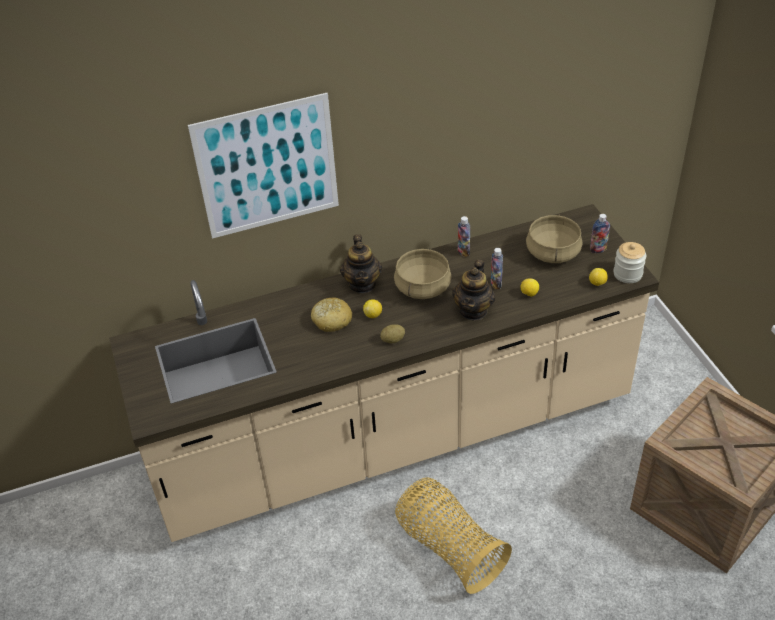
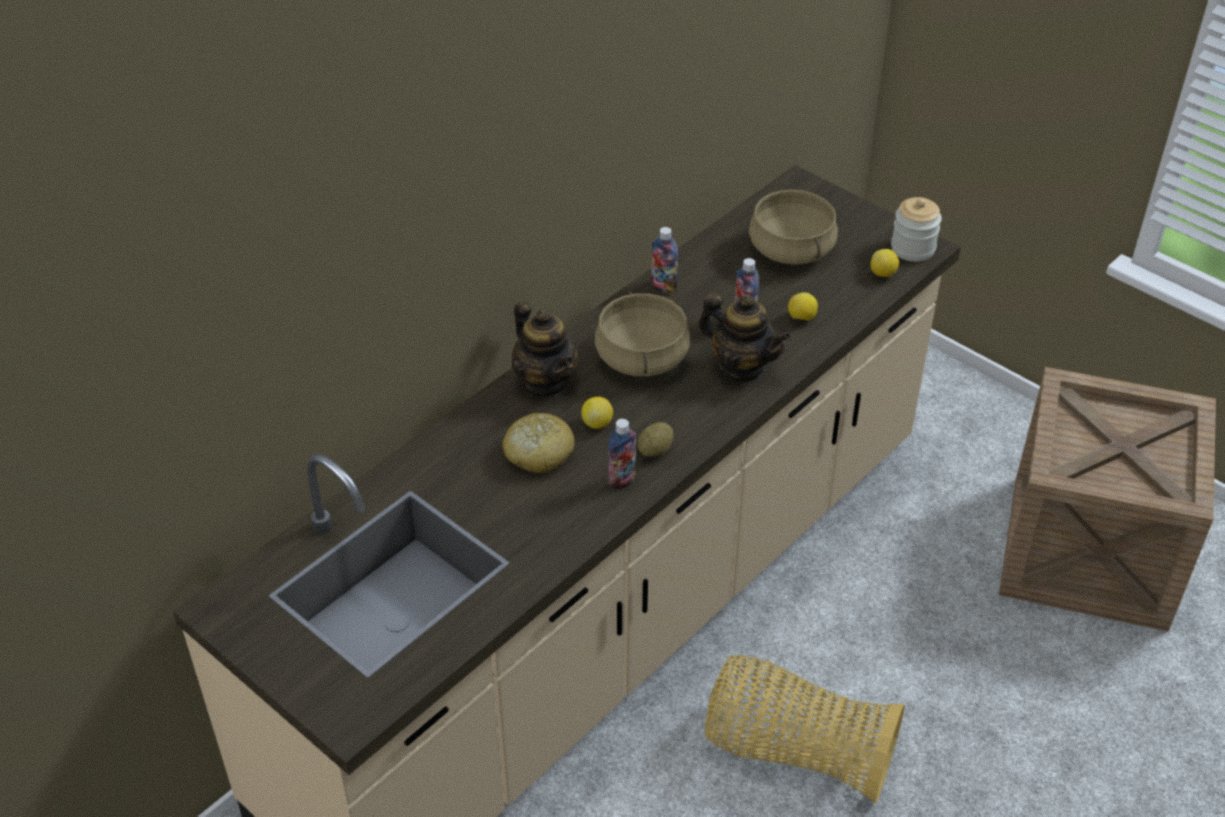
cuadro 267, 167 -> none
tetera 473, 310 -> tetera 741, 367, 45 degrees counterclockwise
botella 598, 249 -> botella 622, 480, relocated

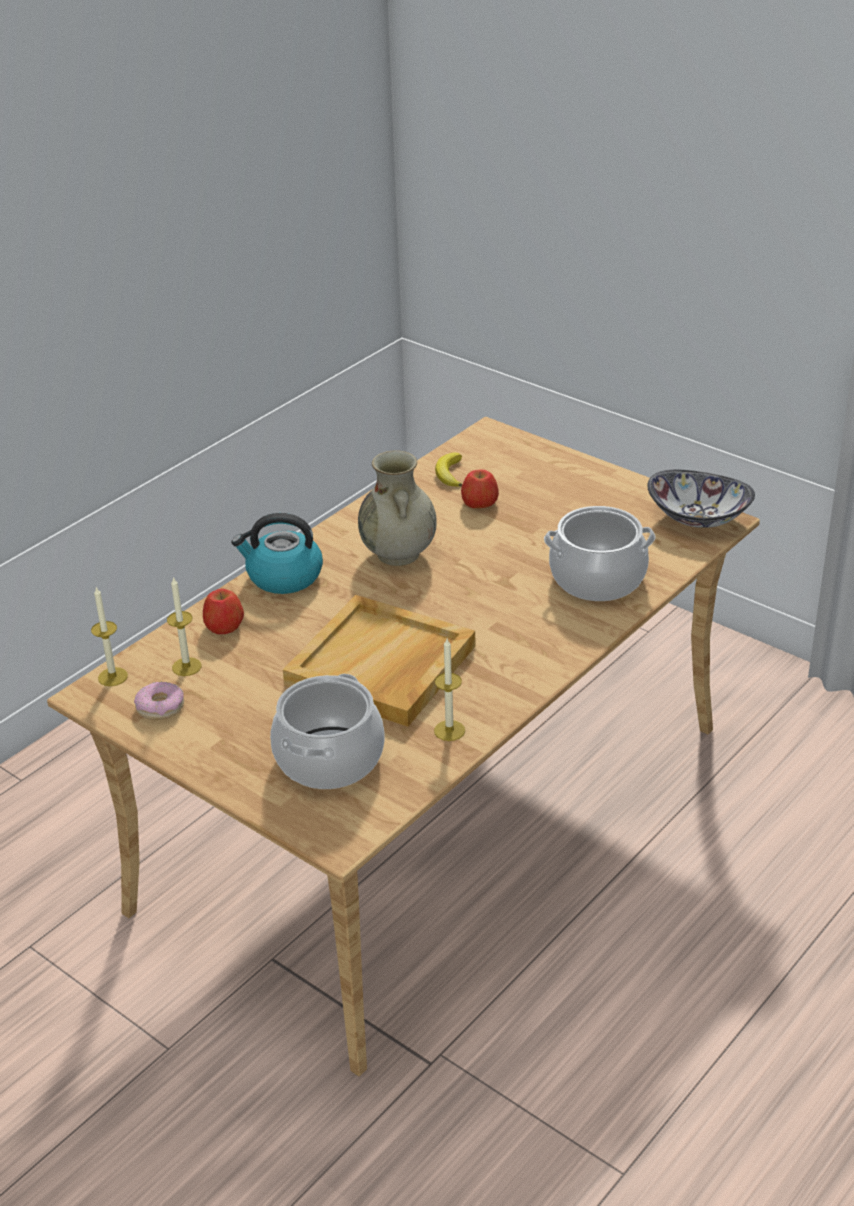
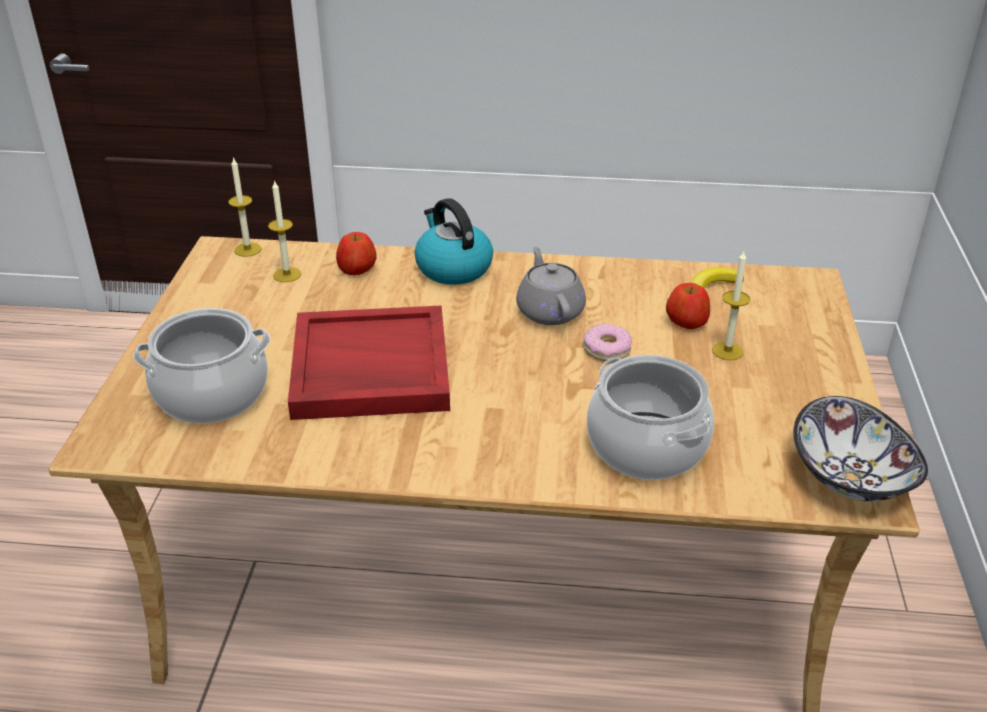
rosquilla 160, 707 -> rosquilla 606, 349, relocated
bandeja [beis] 381, 666 -> bandeja [rojo] 369, 369
florero [beis] 399, 554 -> tetera [gris] 549, 311
vela 449, 730 -> vela 727, 351, relocated

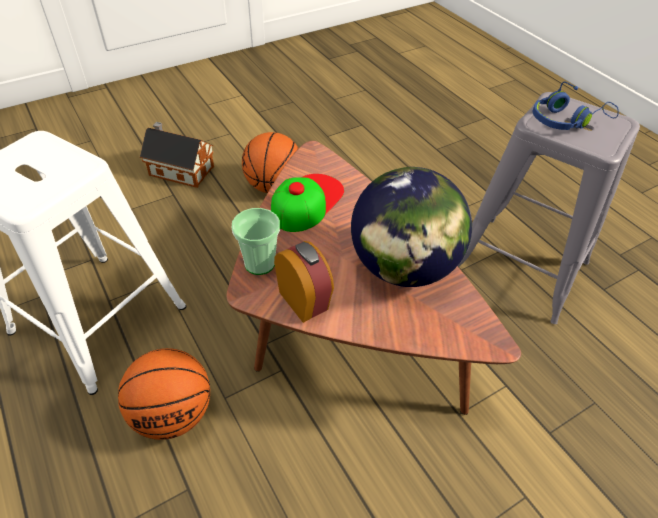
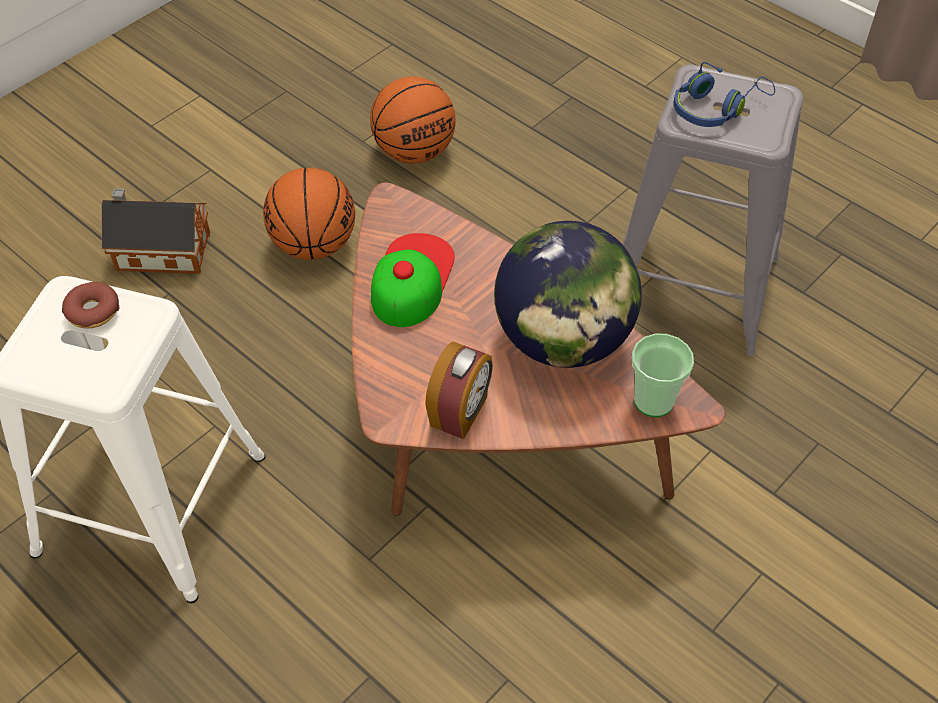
balón de baloncesto 173, 413 -> balón de baloncesto 414, 151, relocated
taza 259, 263 -> taza 653, 401, relocated
despertador 304, 300 -> despertador 460, 412, 75 degrees clockwise
none -> rosquilla 93, 311

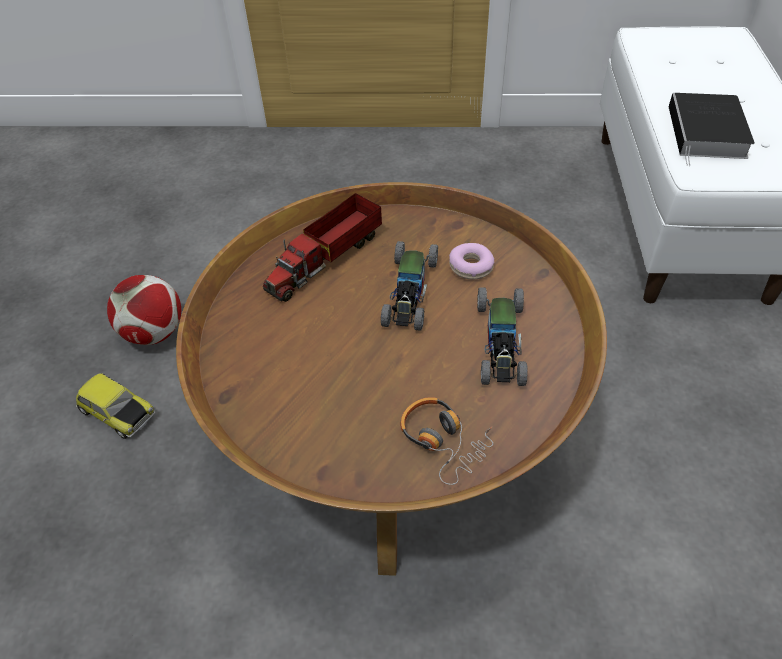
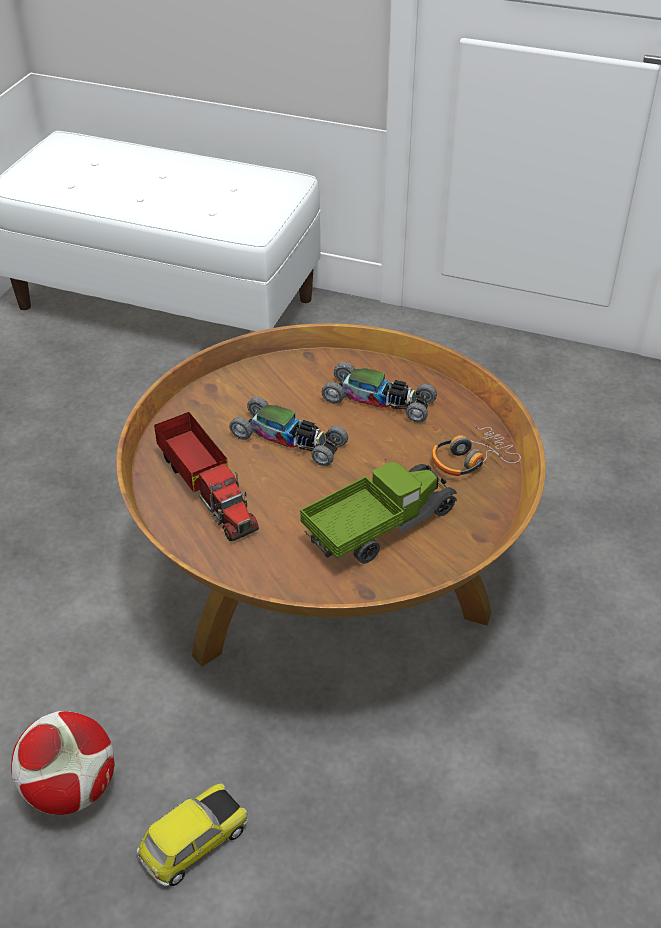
rosquilla 471, 266 -> none
libro 708, 133 -> none
none -> camión de juguete 379, 527

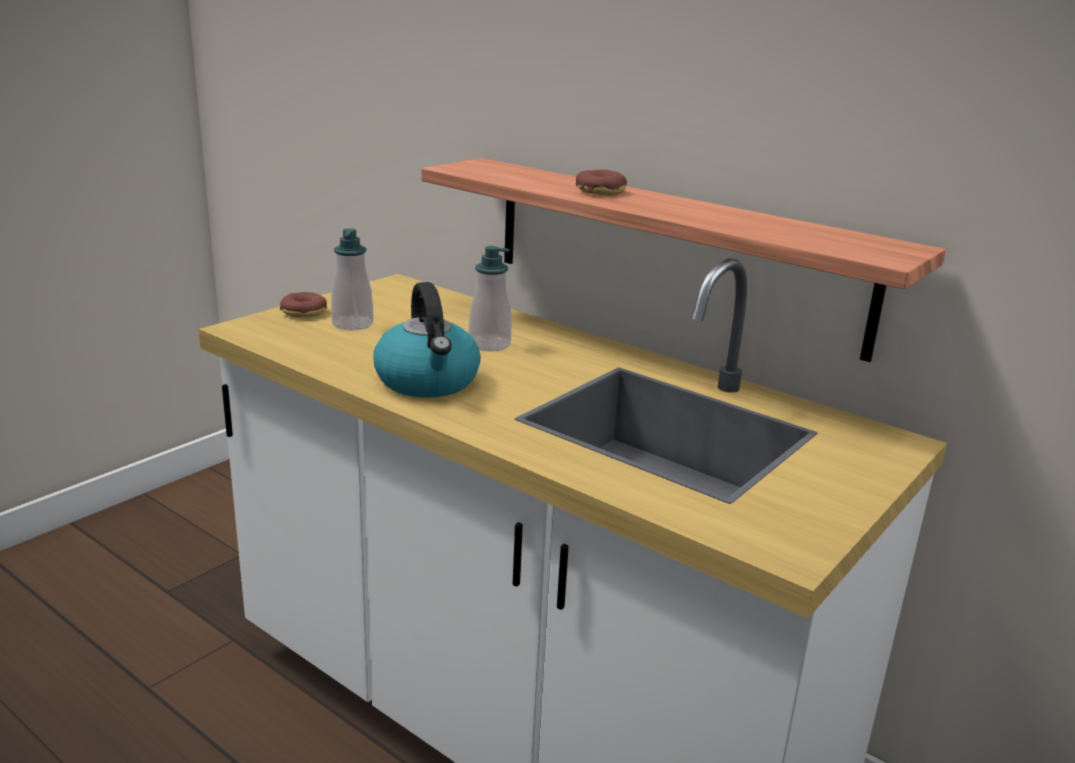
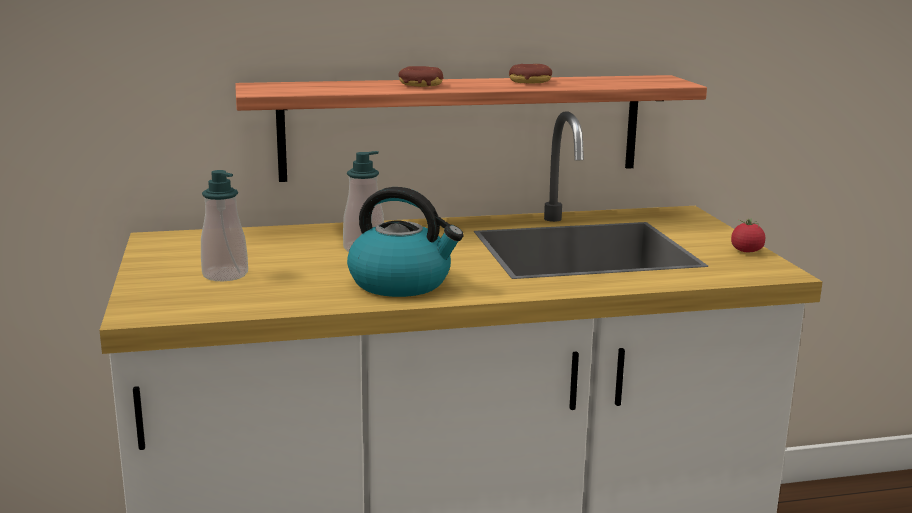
rosquilla 303, 312 -> rosquilla 530, 81, relocated
none -> tomate 746, 251

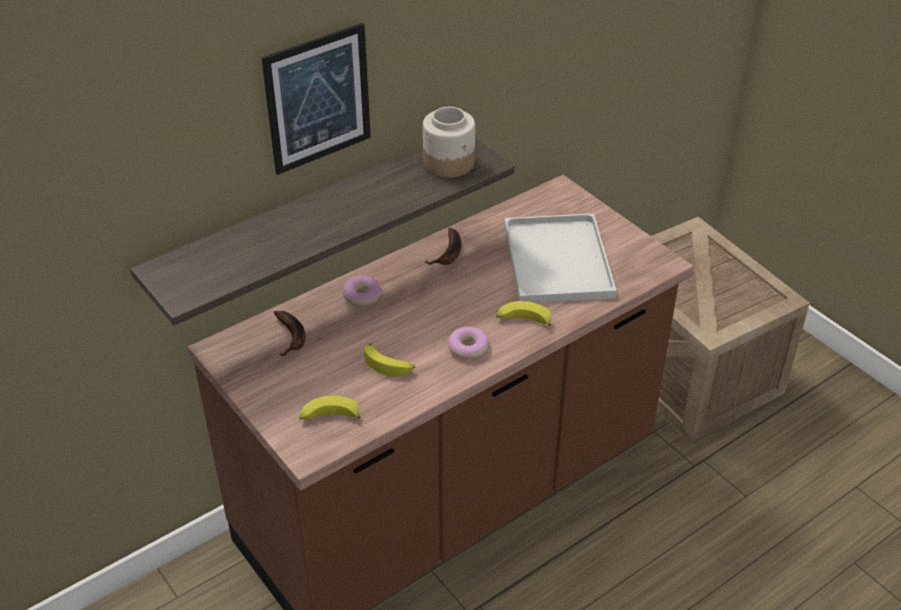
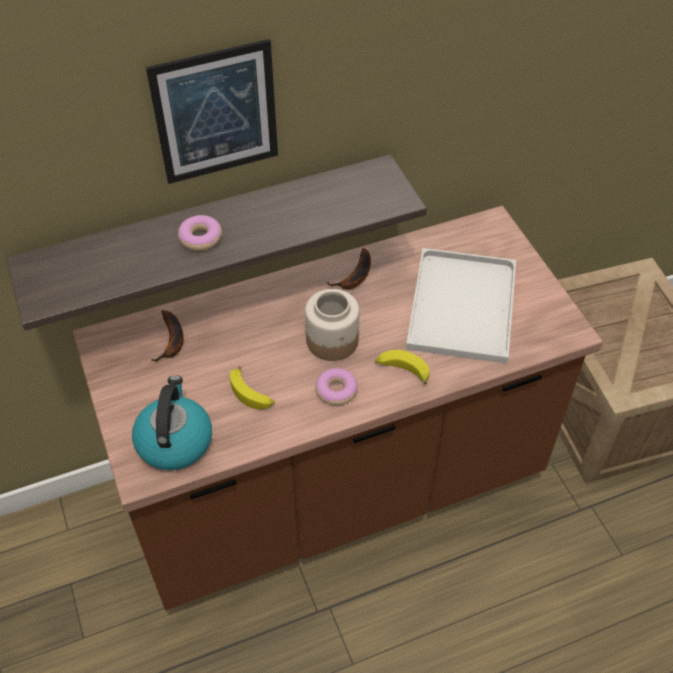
plátano 329, 417 -> hervidor 174, 440
rosquilla 362, 295 -> rosquilla 200, 238, relocated
tarro 449, 163 -> tarro 333, 340, relocated

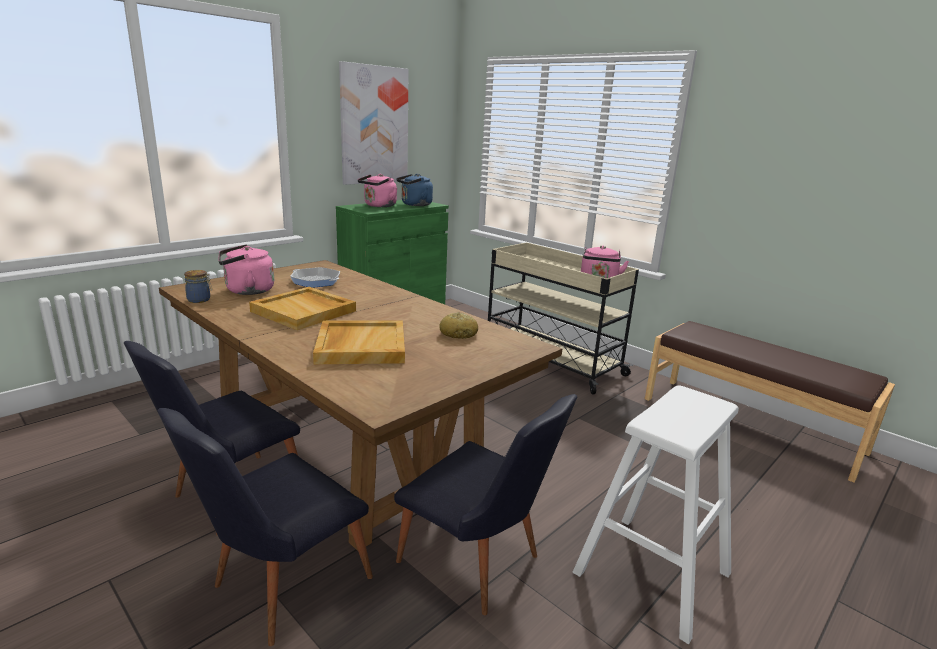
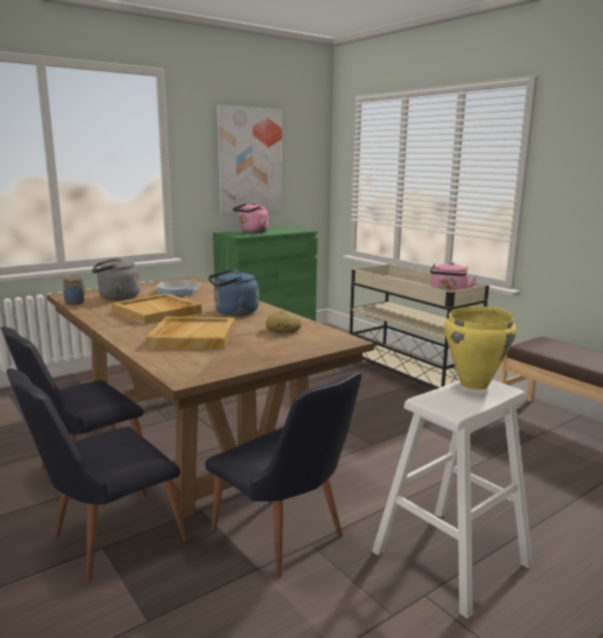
hervidor [rosa] 247, 291 -> hervidor [gris] 116, 297
hervidor [azul] 415, 205 -> hervidor [azul] 233, 313, relocated
none -> olla [amarillo] 474, 384

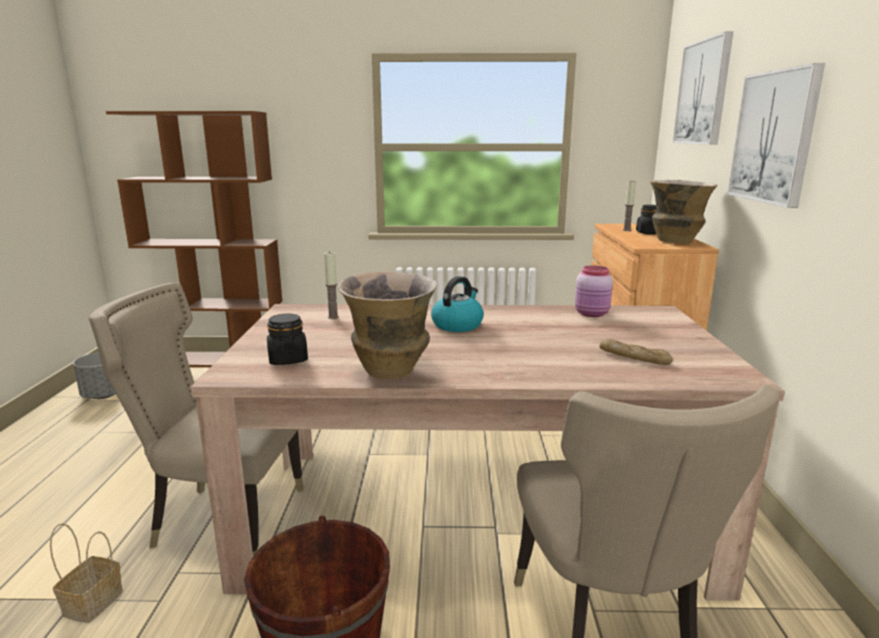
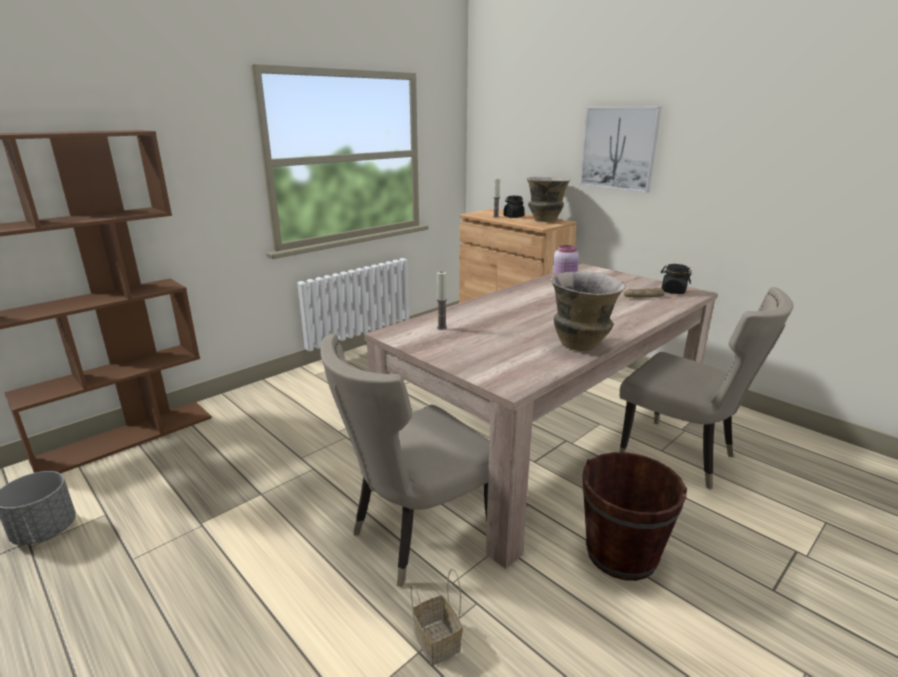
tarro [negro] 288, 359 -> tarro [negro] 673, 291, relocated
hervidor 457, 325 -> none
cuadro 703, 92 -> none

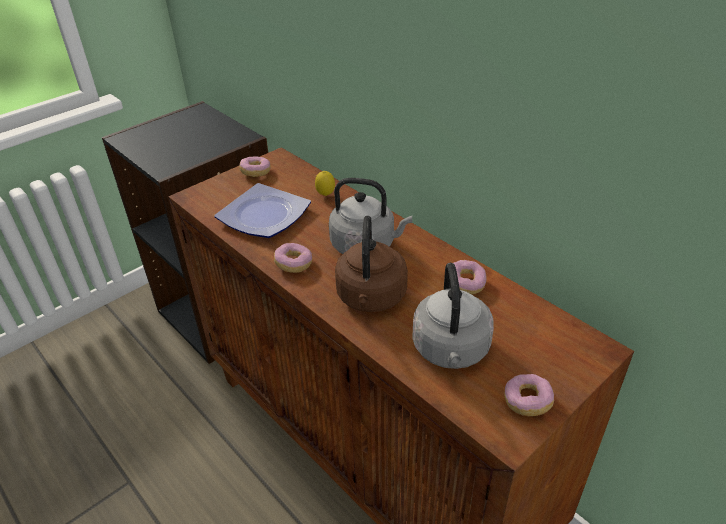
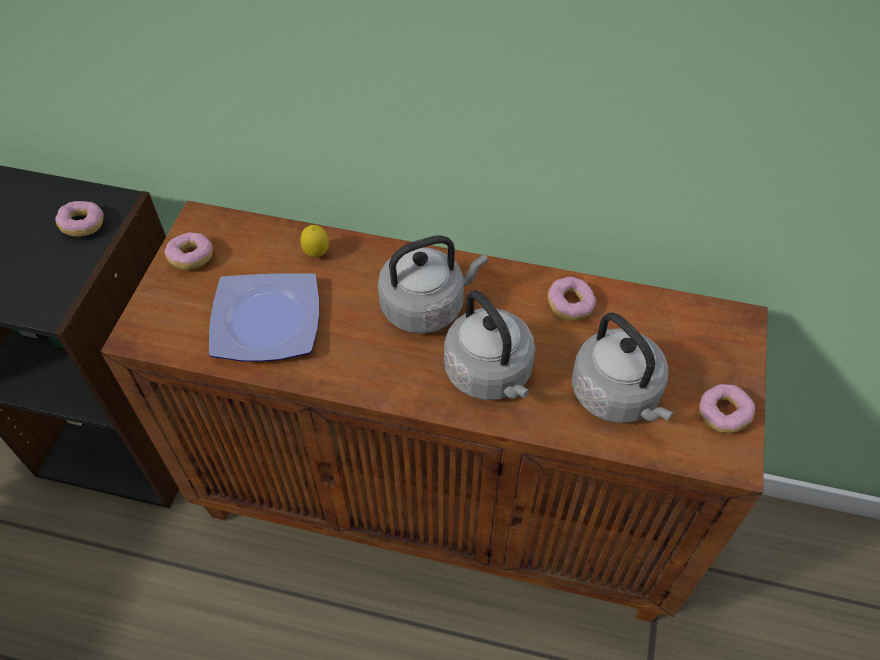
rosquilla 294, 264 -> rosquilla 83, 225, relocated
hervidor [marrón] 371, 298 -> hervidor [gris] 490, 374

